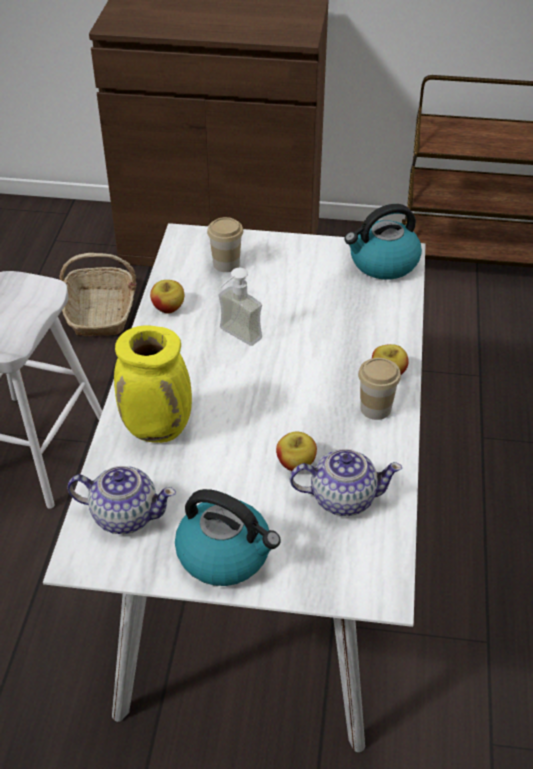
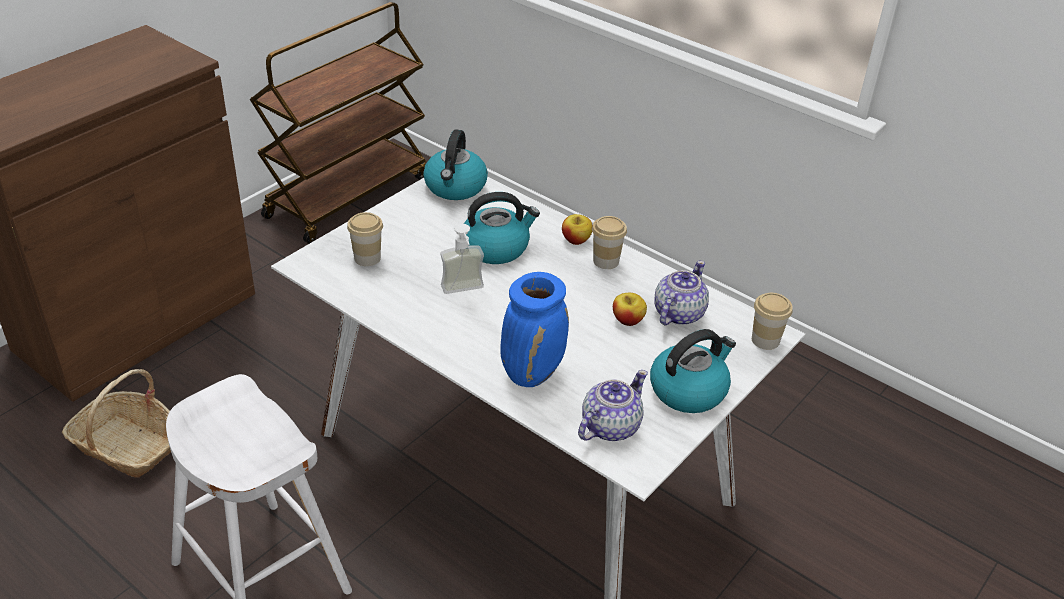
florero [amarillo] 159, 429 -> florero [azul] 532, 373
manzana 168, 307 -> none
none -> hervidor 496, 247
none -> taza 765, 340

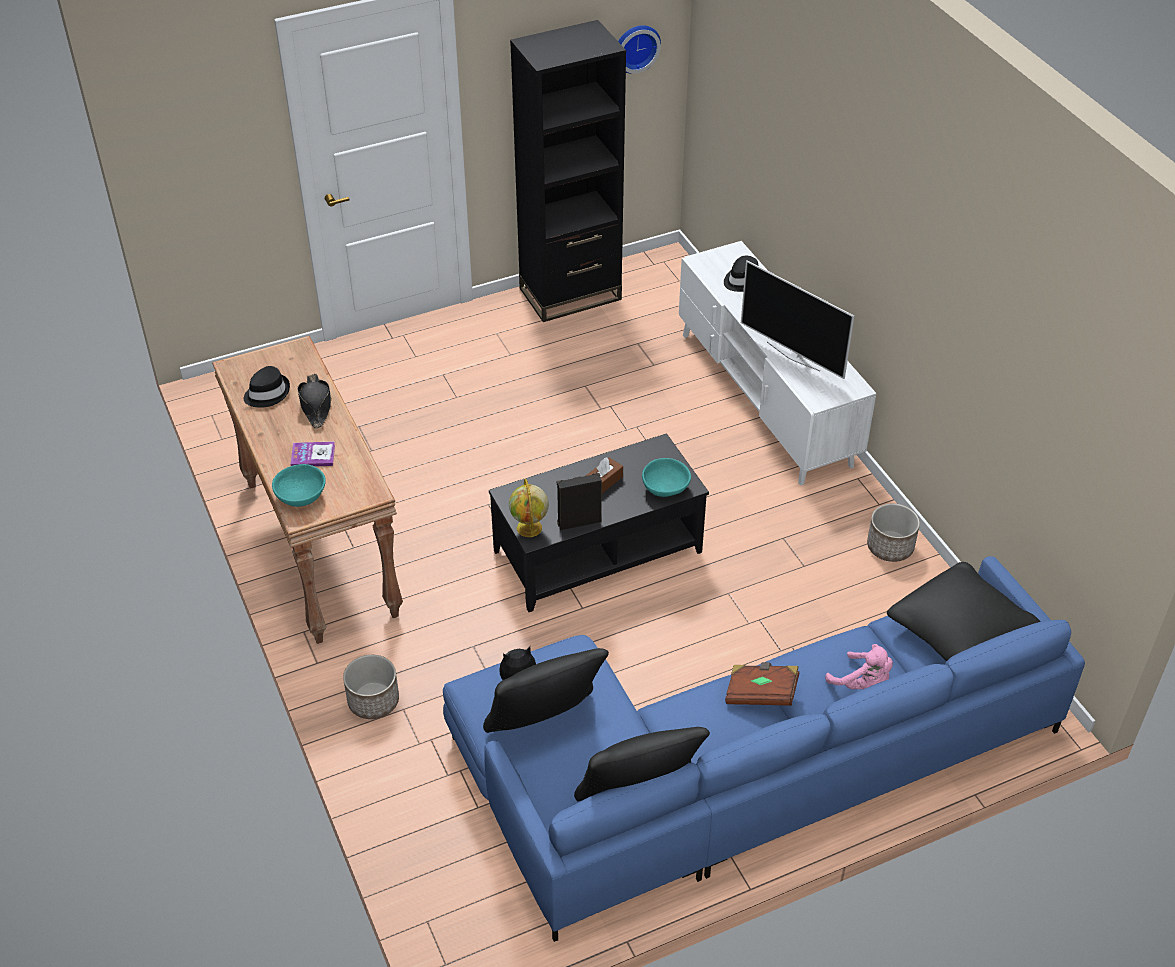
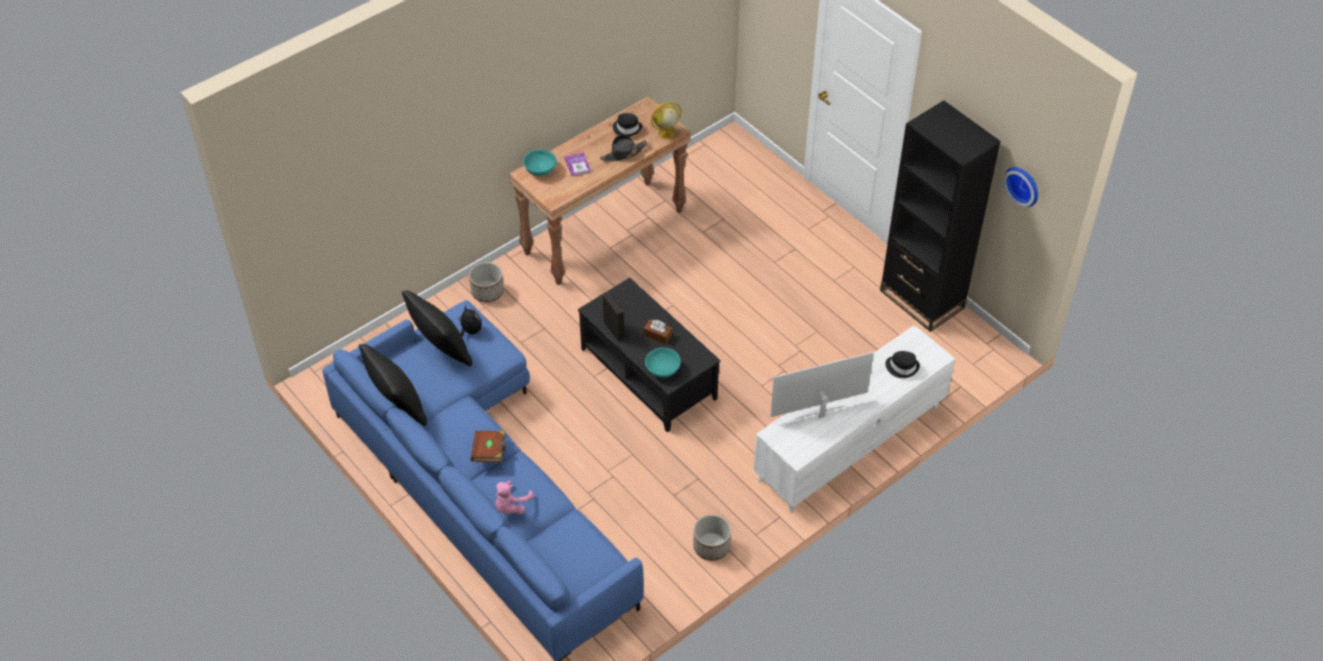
globo terráqueo 529, 528 -> globo terráqueo 665, 133, relocated
televisor 794, 356 -> televisor 820, 413, 45 degrees clockwise
cojín [negro] 961, 633 -> none

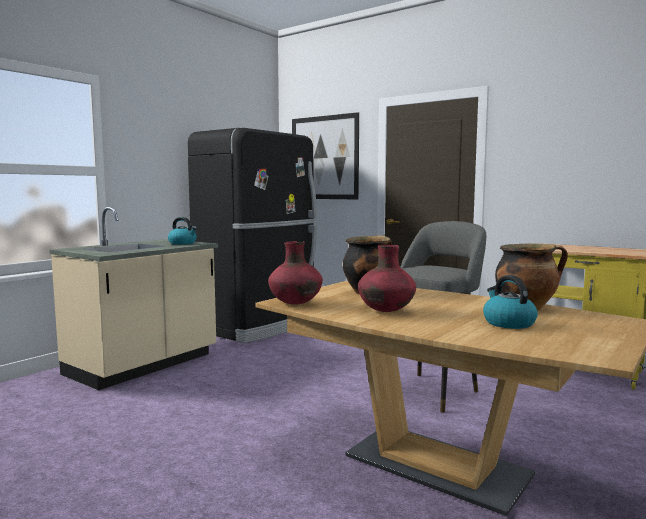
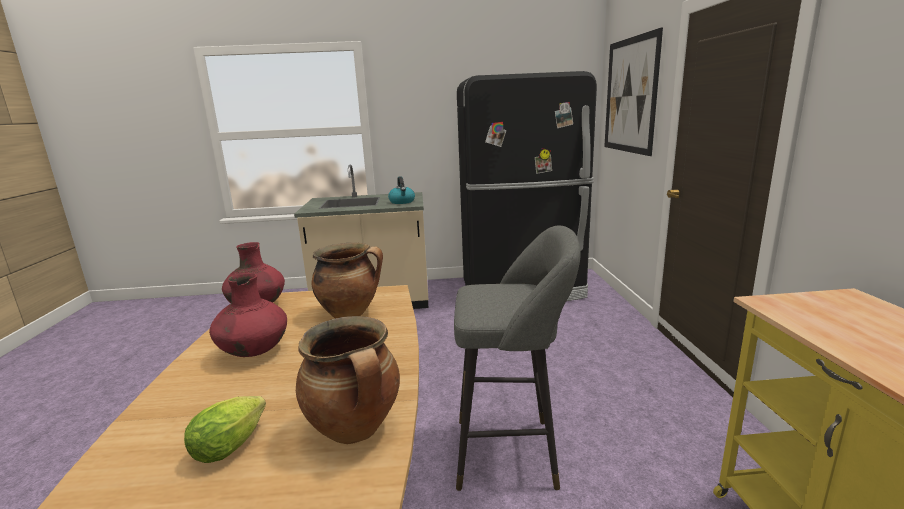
hervidor 508, 323 -> lechuga 234, 444

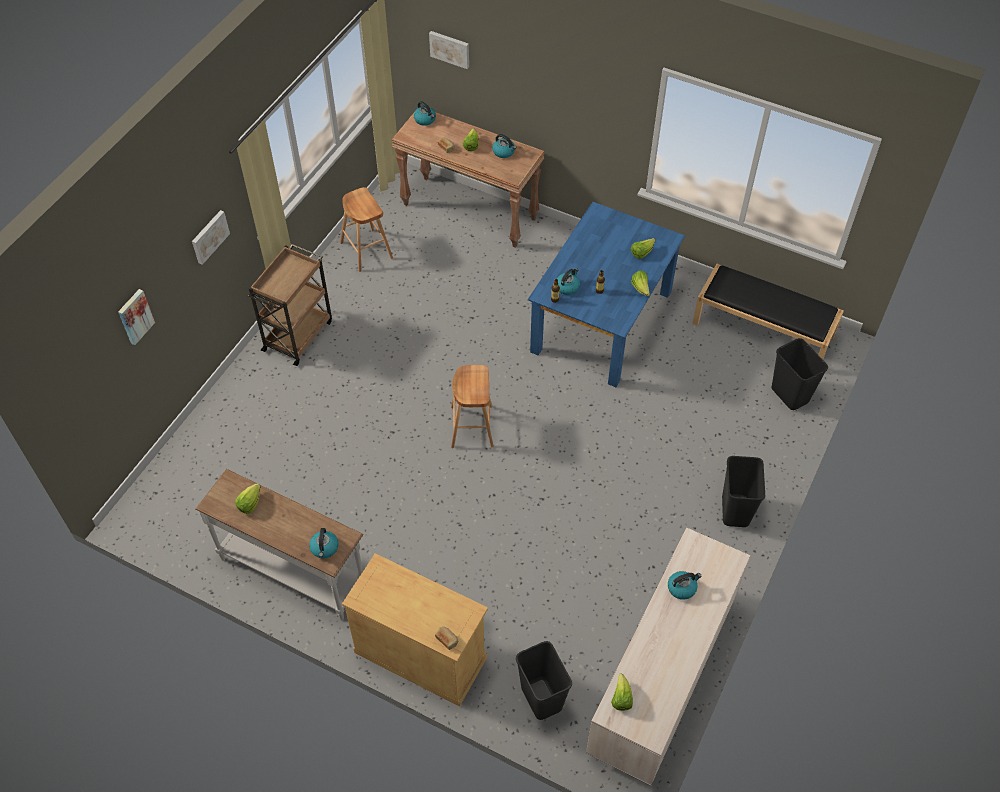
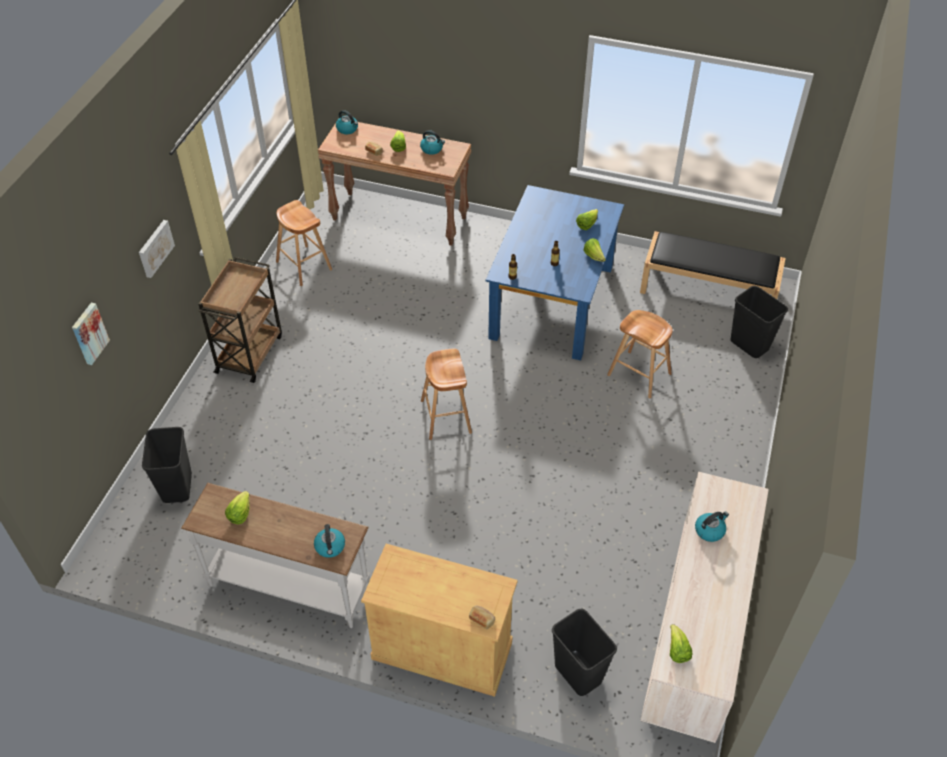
cuadro 450, 48 -> none
hervidor 567, 287 -> none
papelera [negro] 736, 511 -> papelera [negro] 178, 487, relocated
none -> taburete [marrón] 639, 374

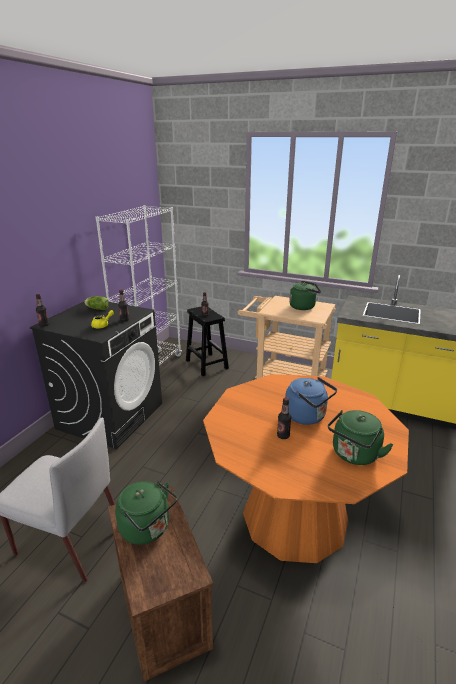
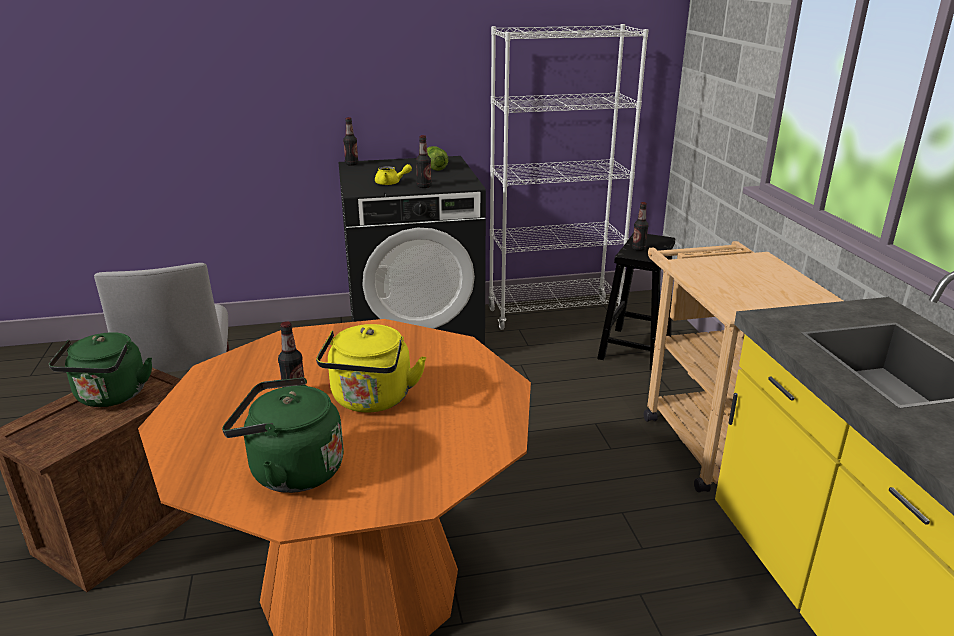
hervidor [azul] 307, 416 -> hervidor [amarillo] 371, 400
hervidor [verde] 303, 307 -> none

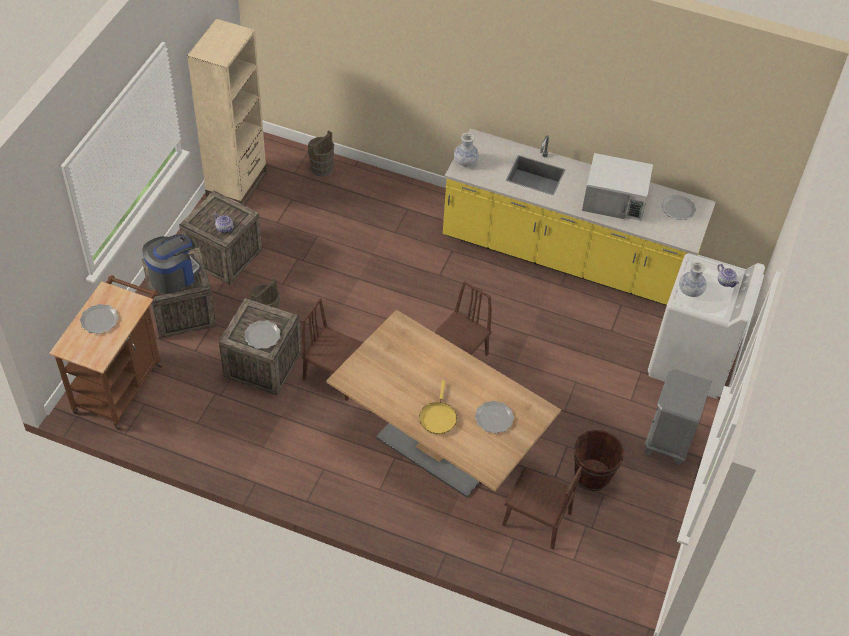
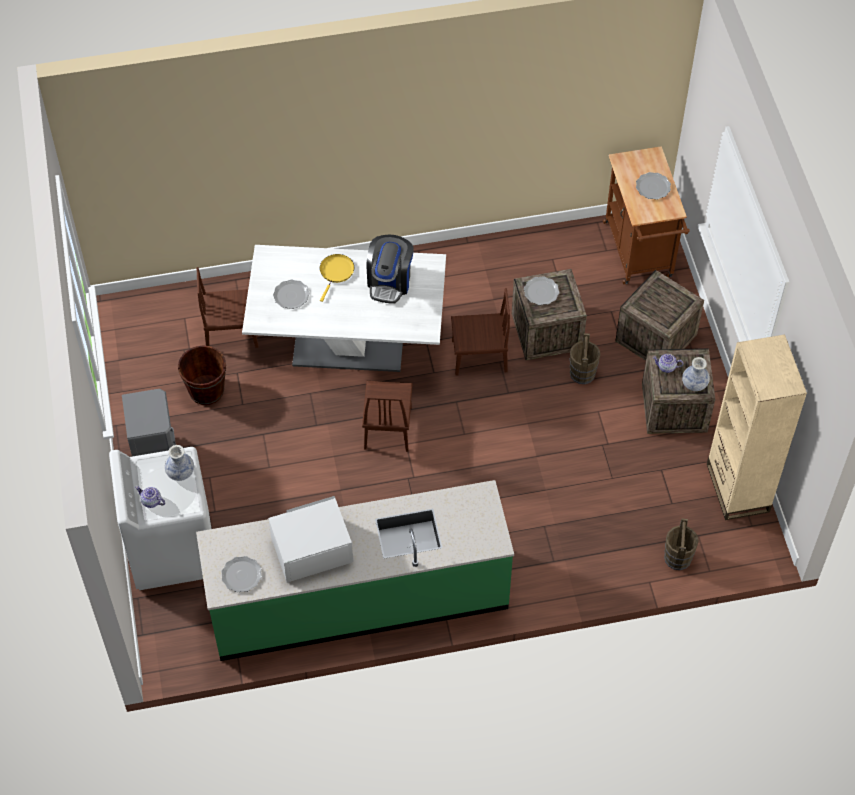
cafetera 173, 275 -> cafetera 389, 281, relocated
mesa de comedor [marrón] 438, 447 -> mesa de comedor [blanco] 348, 345
sartén [amarillo] 438, 417 -> sartén [amarillo] 336, 272, 45 degrees clockwise
mueble bajo de cocina [amarillo] 566, 257 -> mueble bajo de cocina [verde] 358, 599
florero 465, 161 -> florero 694, 384, relocated

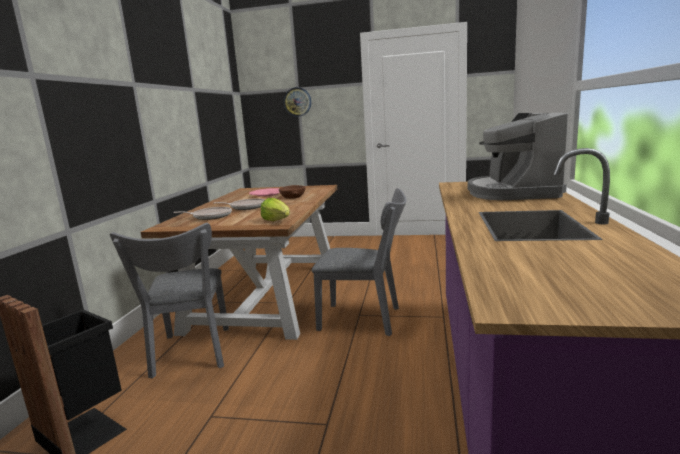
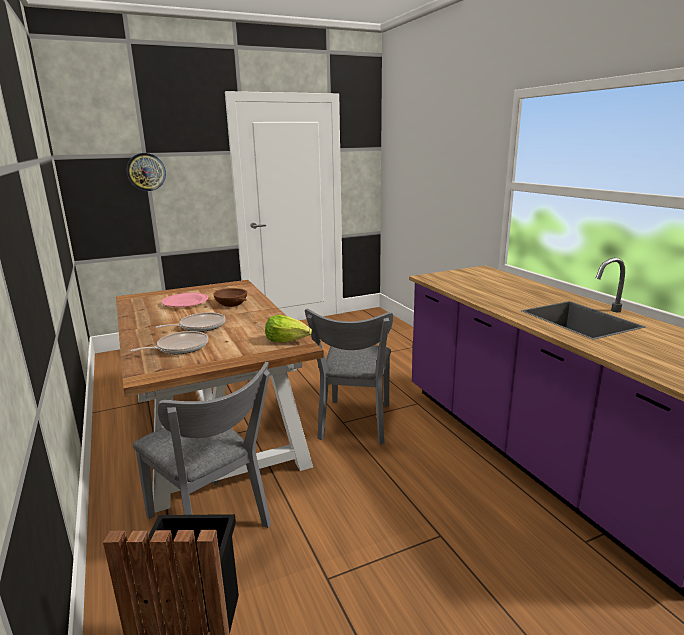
silla [gris] 366, 319 -> silla [gris] 354, 425, 120 degrees clockwise
cafetera 512, 192 -> none

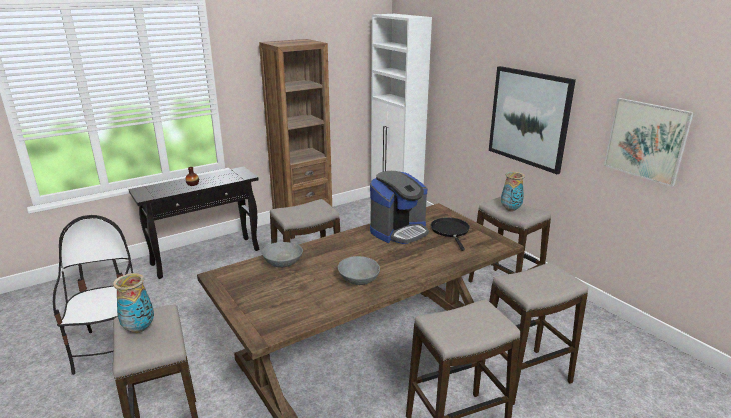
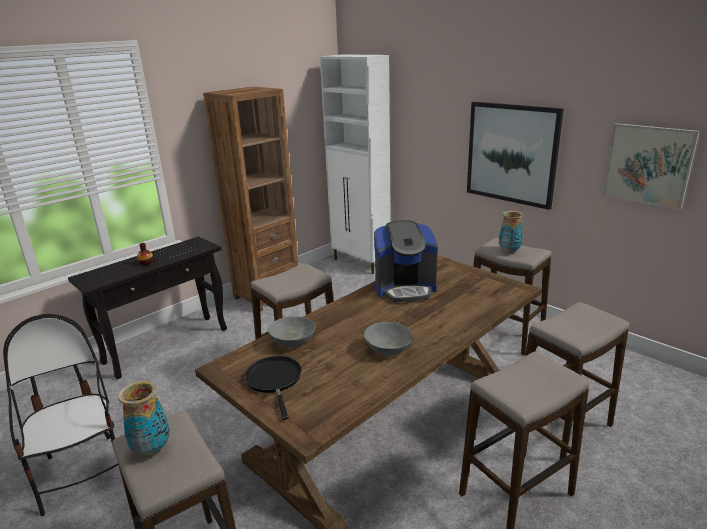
cafetera 399, 231 -> cafetera 405, 288, 45 degrees clockwise
sartén [negro] 450, 231 -> sartén [negro] 274, 380, relocated

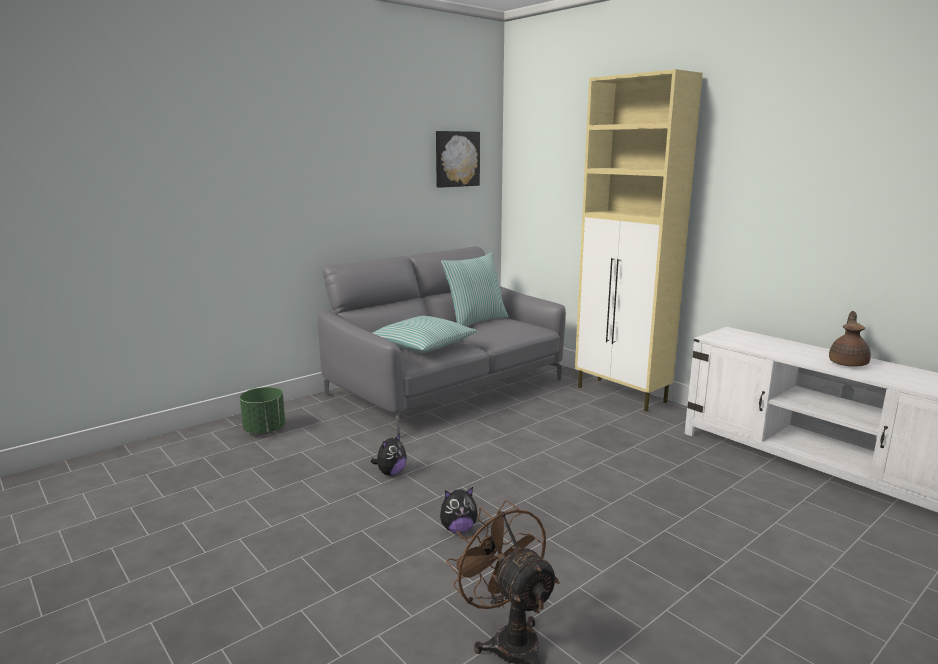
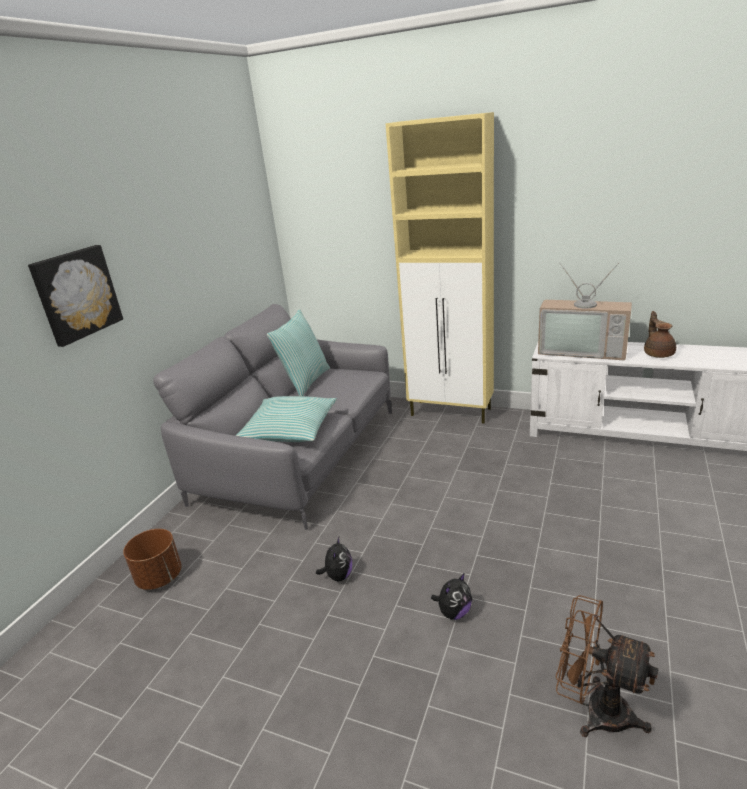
maceta [verde] 265, 430 -> maceta [marrón] 160, 577
cuadro 456, 159 -> cuadro 76, 294, relocated
none -> televisor 583, 350

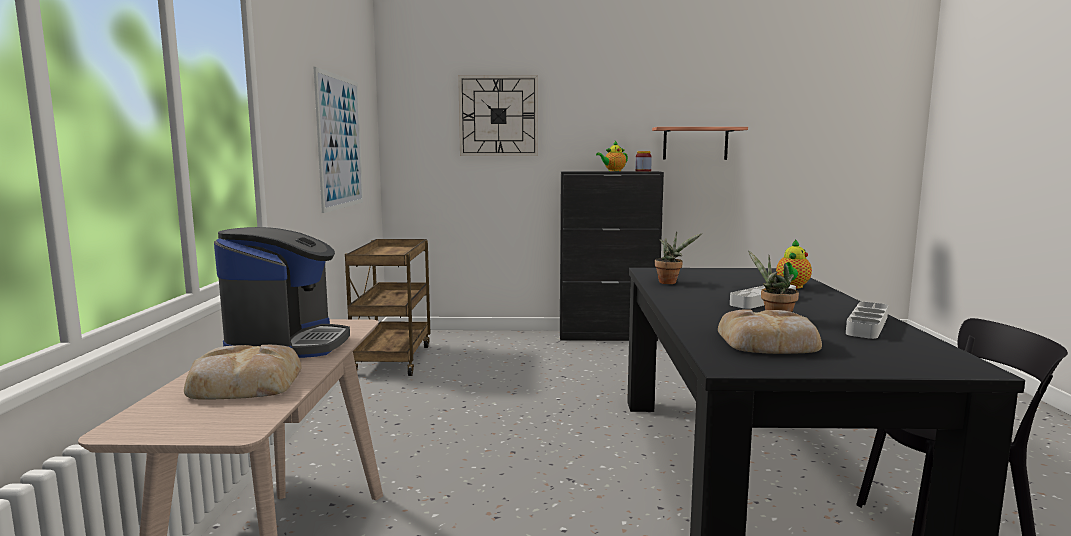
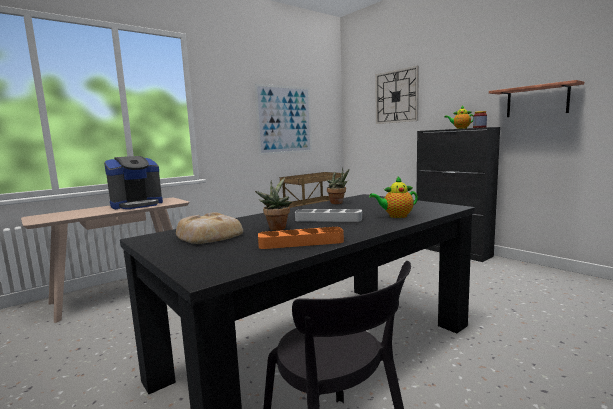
pan 243, 383 -> none
bandeja [gris] 867, 325 -> bandeja [naranja] 301, 242

